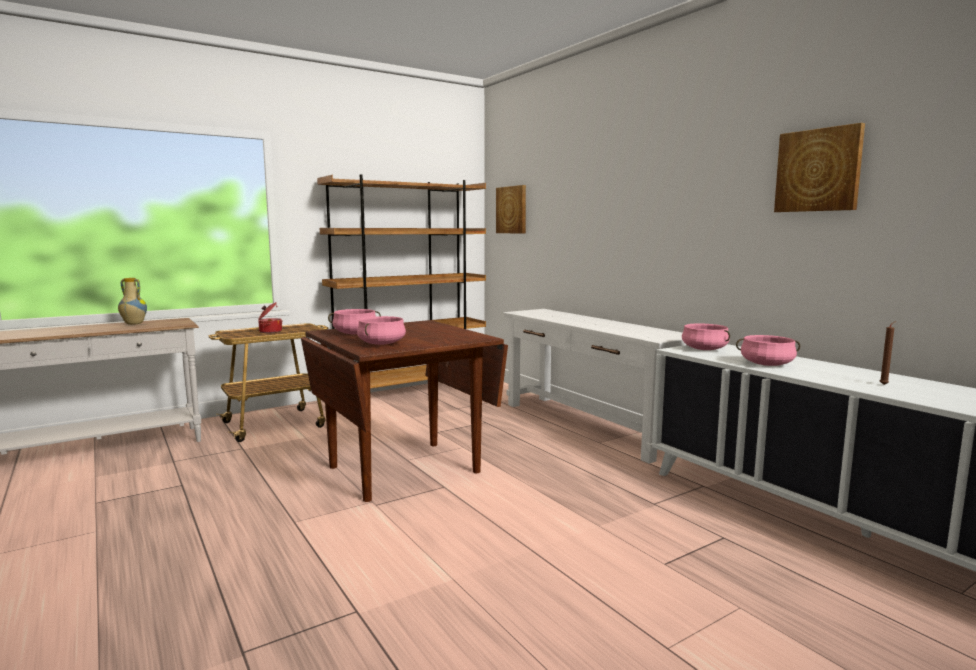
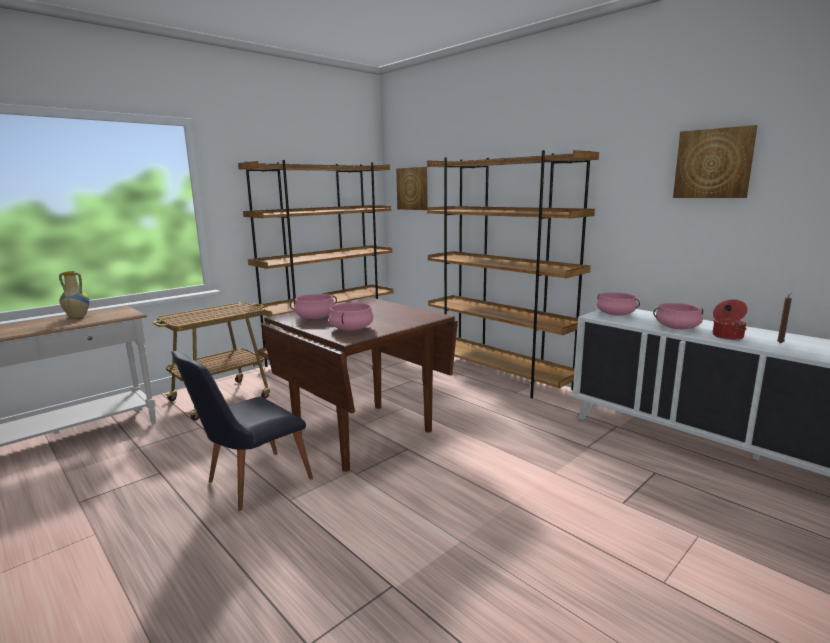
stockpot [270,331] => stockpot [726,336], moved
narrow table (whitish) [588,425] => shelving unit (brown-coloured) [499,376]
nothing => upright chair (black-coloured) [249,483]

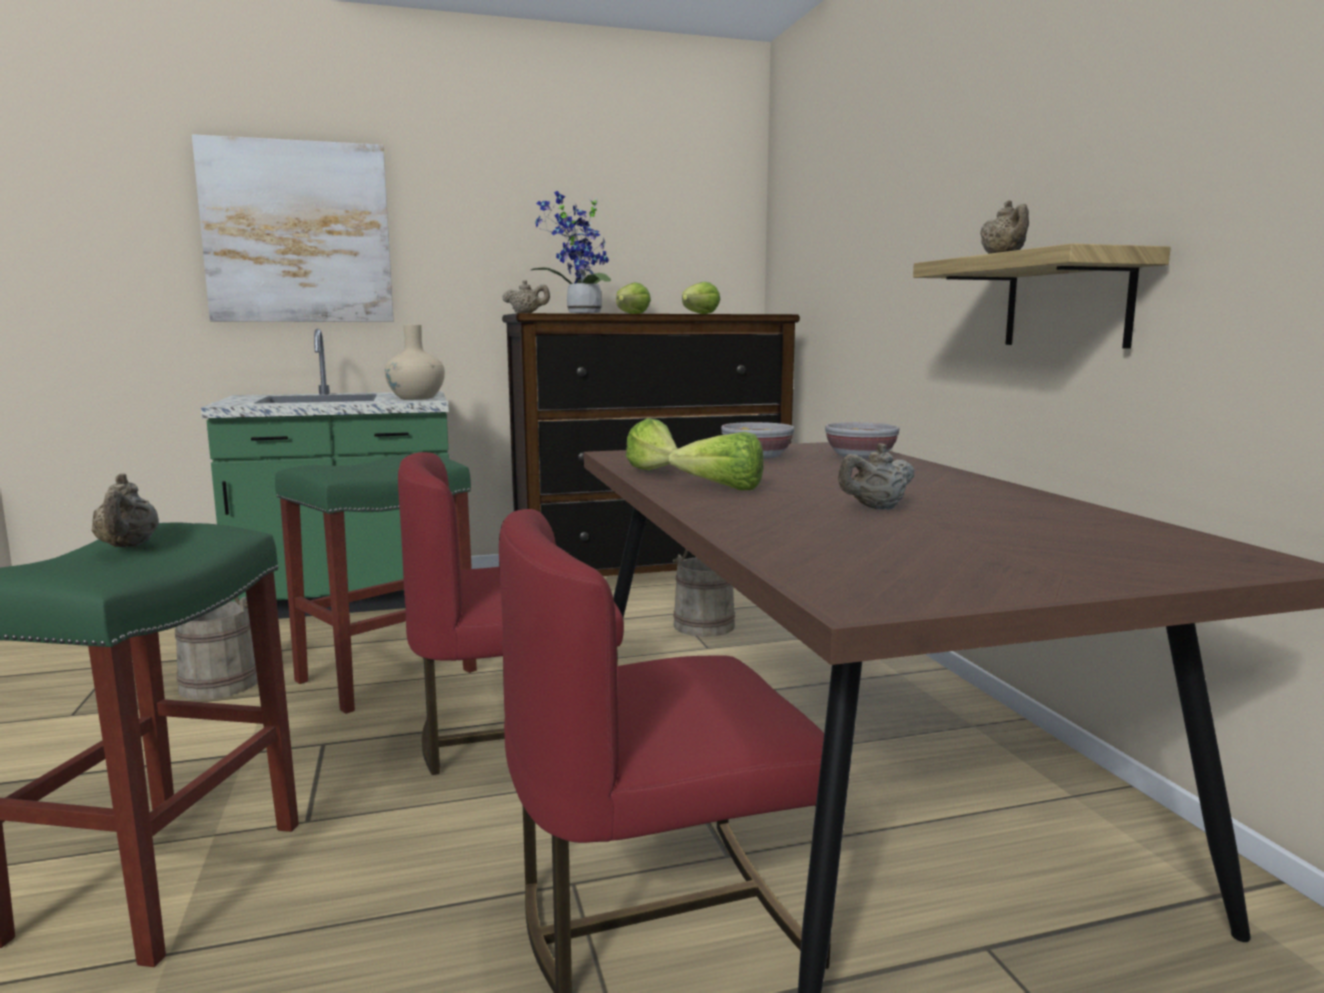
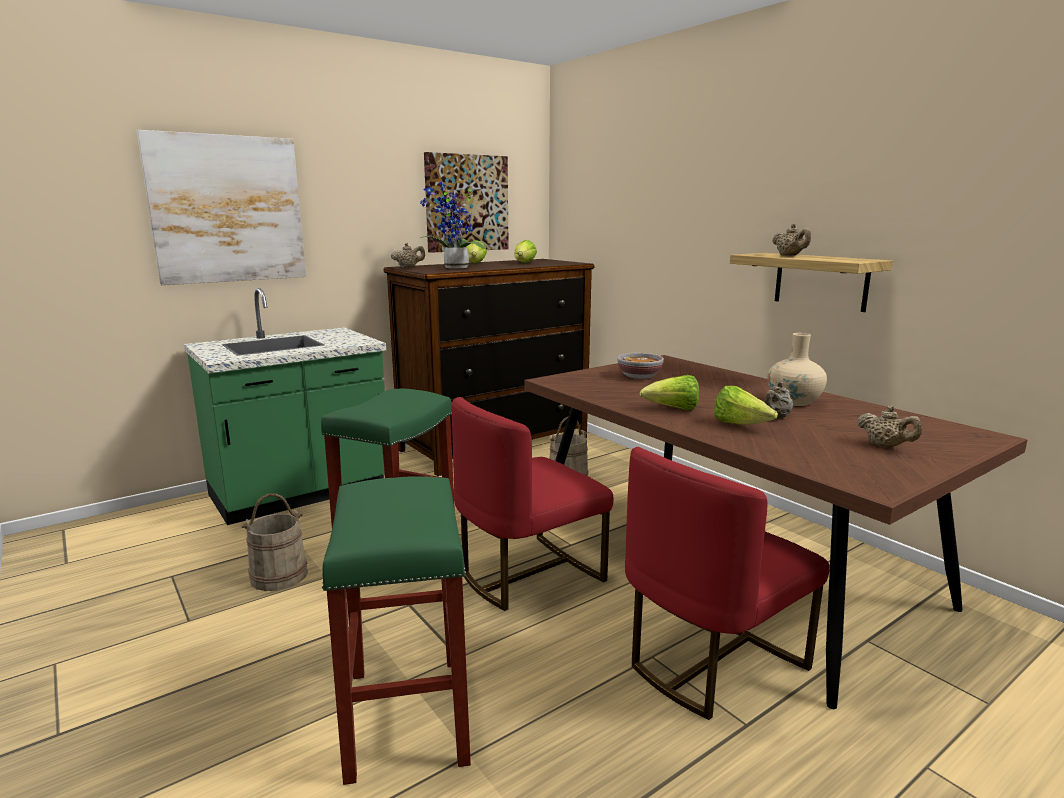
teapot (beige) [128,546] => teapot (beige) [885,446], moved
vase (beige) [416,398] => vase (beige) [794,402], moved
head of lettuce [655,472] => head of lettuce [740,425], moved
bowl [861,457] => nothing
nothing => wall picture [466,203]

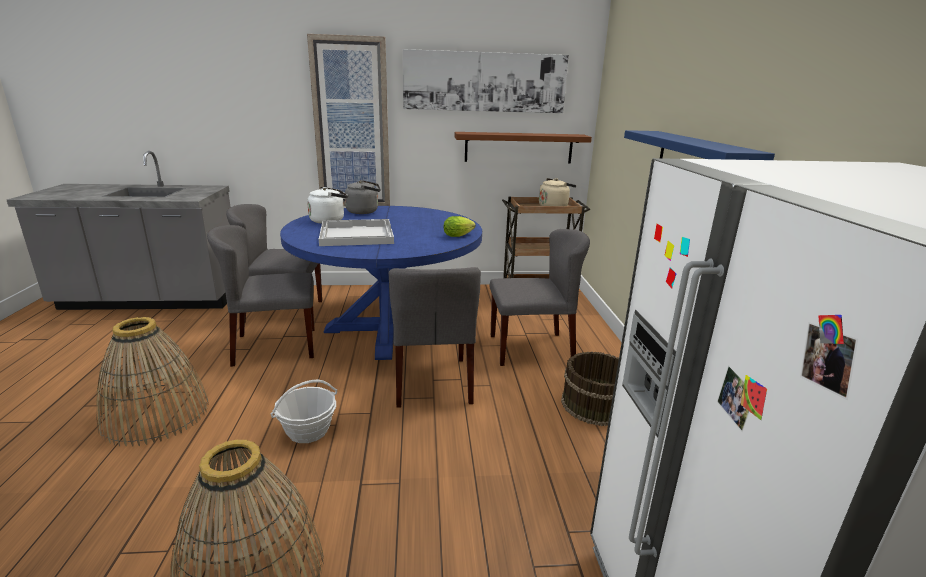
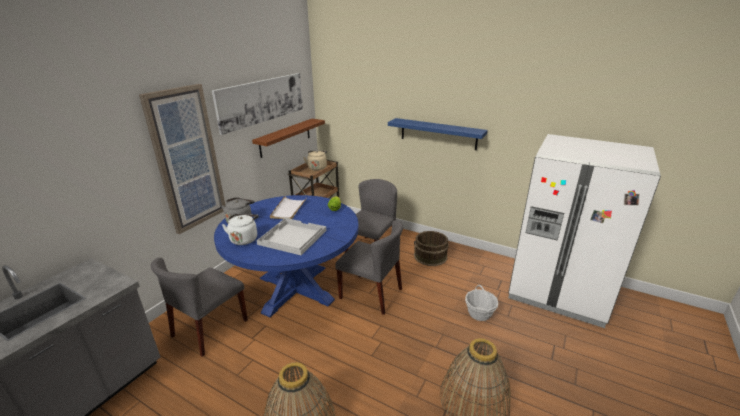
upright chair (grey) [274,346] => nothing
storage basket [308,431] => storage basket [479,313], moved
nothing => tray (whitish) [288,209]

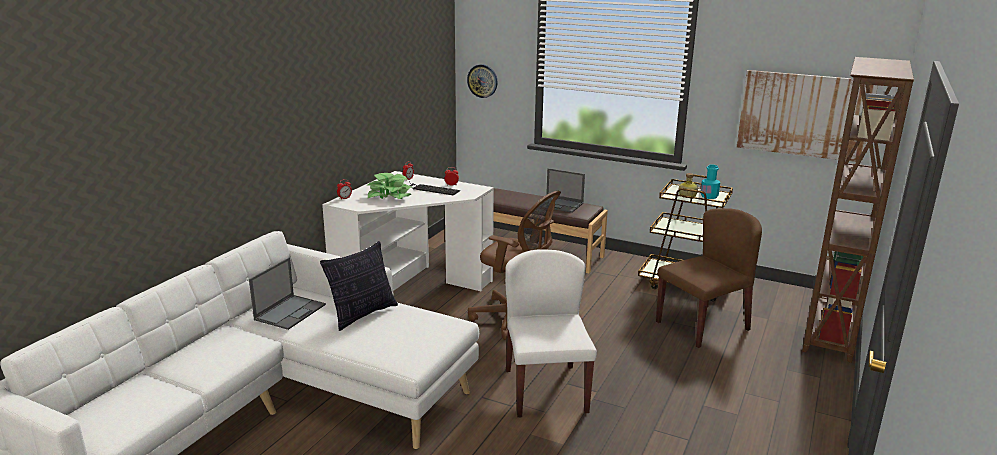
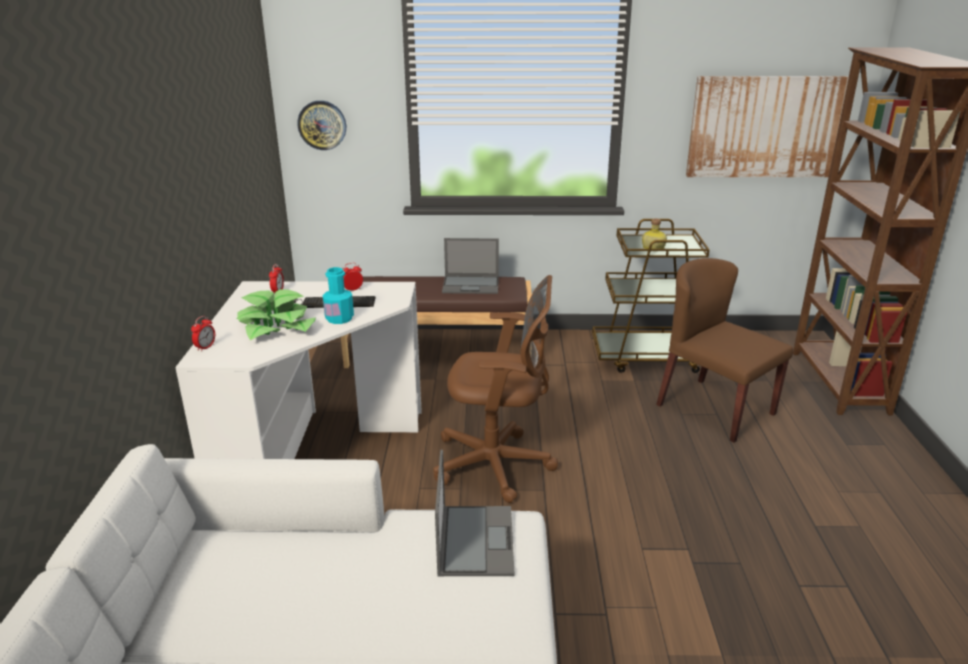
portable computer [290,312] => portable computer [475,539], moved
throw pillow [363,314] => nothing
upright chair (whitish) [545,390] => nothing
upright chair (brown-coloured) [702,325] => upright chair (brown-coloured) [714,409], 75 degrees counterclockwise
bottle (blue-green) [709,196] => bottle (blue-green) [339,318], moved

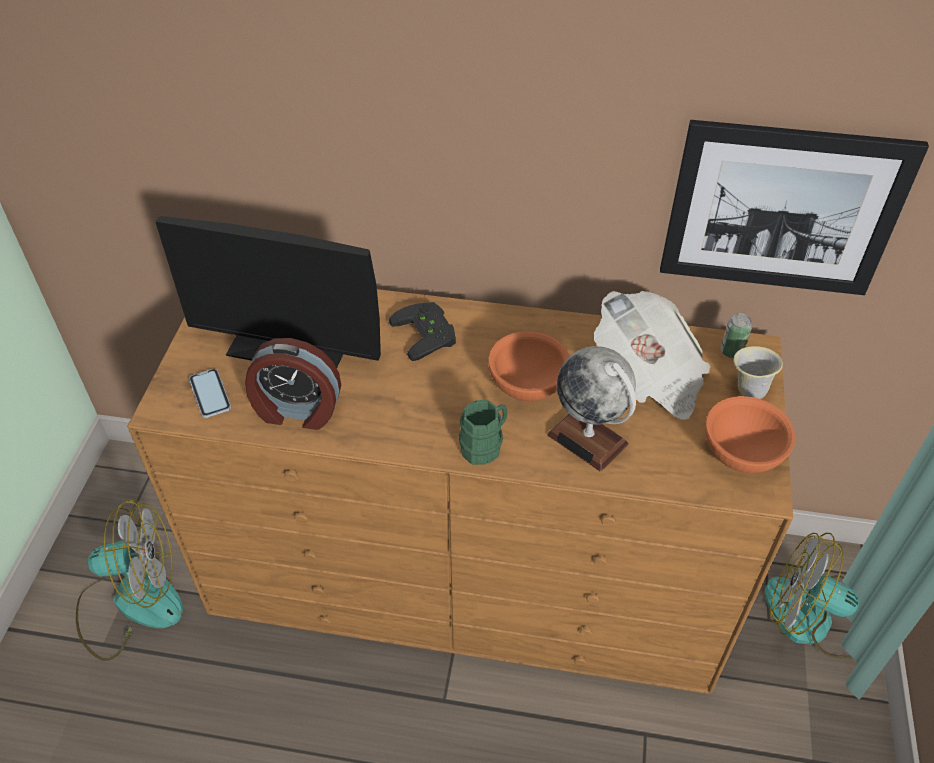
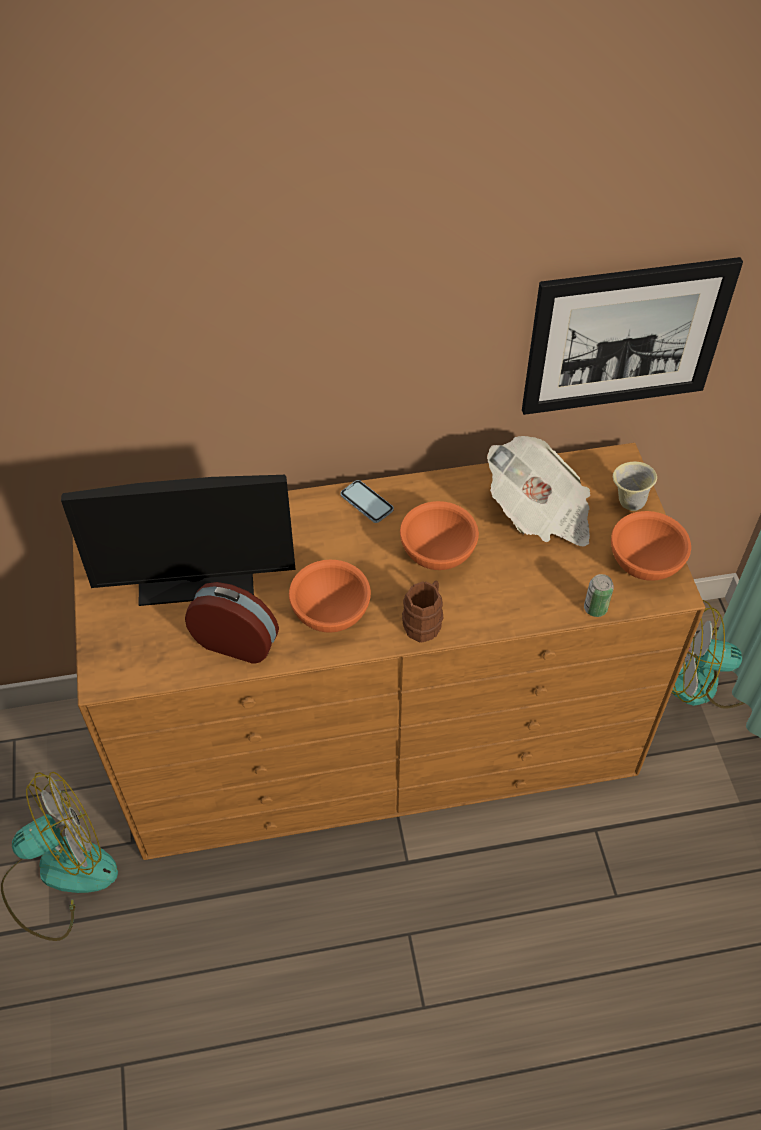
handset [210,394] => handset [366,502], moved
bedside clock [297,411] => bedside clock [237,640], 150 degrees counterclockwise
joypad (black-coloured) [428,333] => nothing
mug (green) [485,445] => mug (brown-coloured) [424,621]
desk globe [588,439] => nothing
can [731,351] => can [595,608], moved
nothing => bowl (orangey) [330,614]

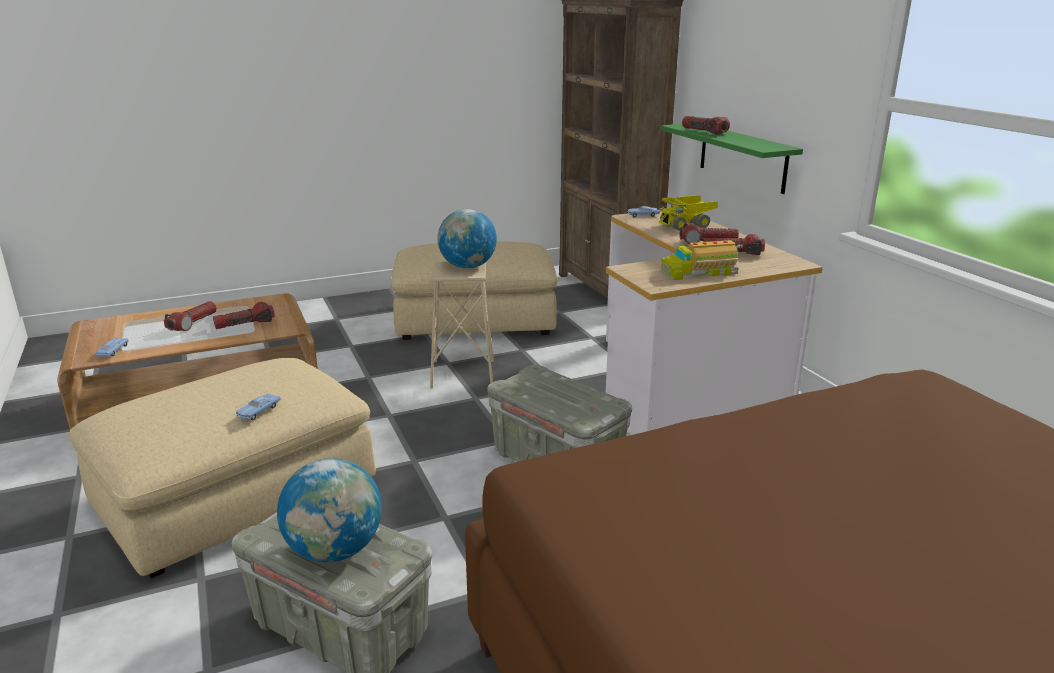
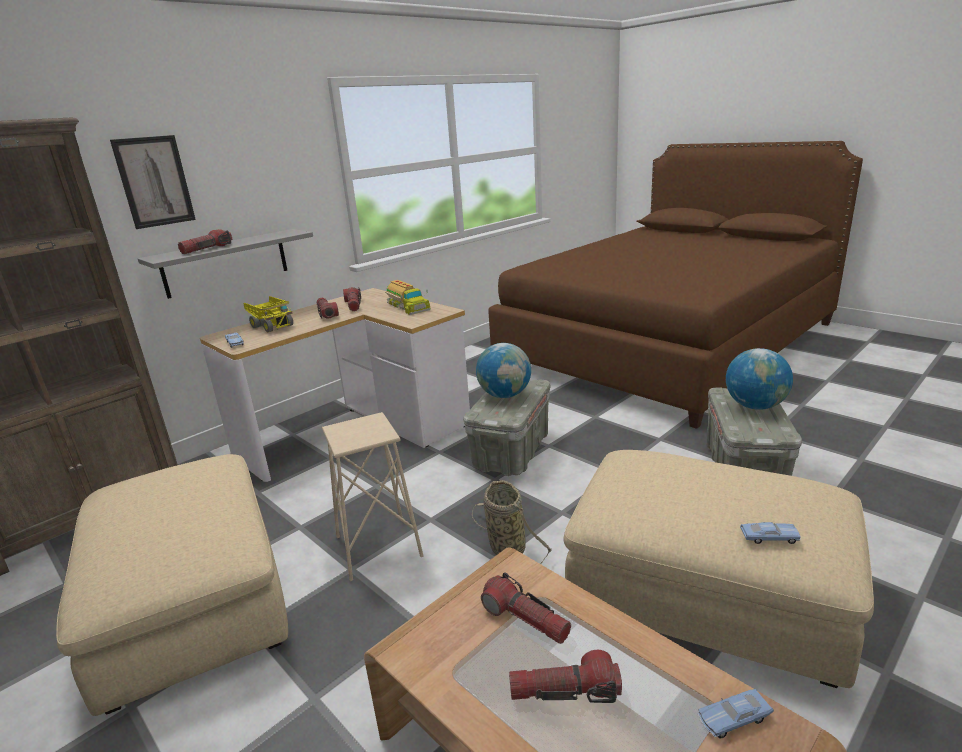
miniature car (blue) [259,411] => miniature car (blue) [769,538], moved
desk globe [467,267] => desk globe [505,395], moved
bracket shelf (green) [742,157] => bracket shelf (grey) [226,263]
nothing => wall picture [154,181]
nothing => storage basket [505,546]

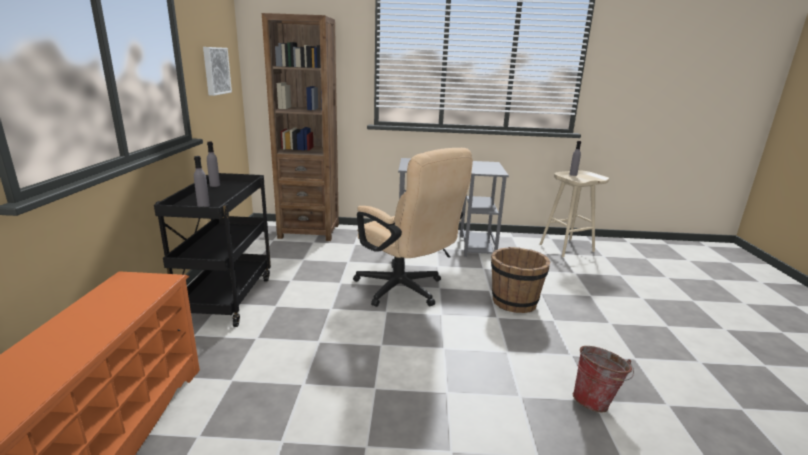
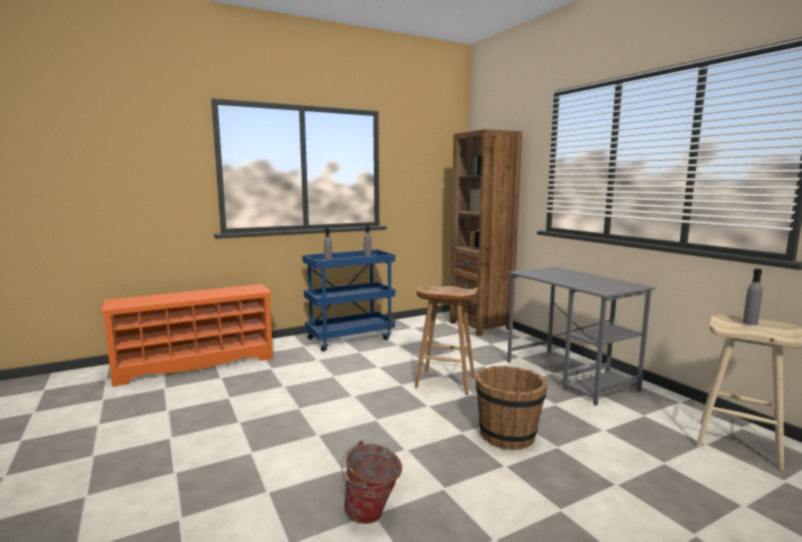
cart (black-coloured) [227,298] => cart (blue) [350,338]
wall picture [215,70] => nothing
desk chair (beige) [405,291] => stool seat (brown-coloured) [444,382]

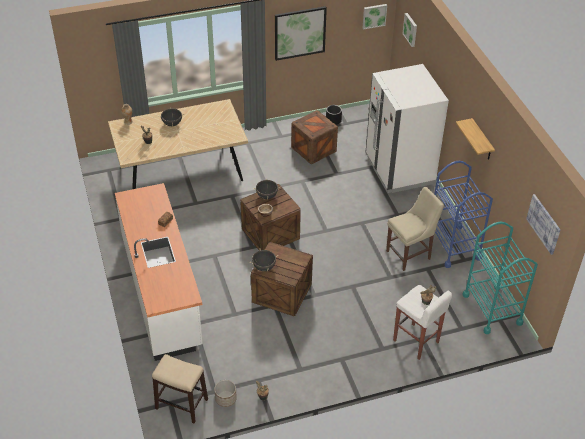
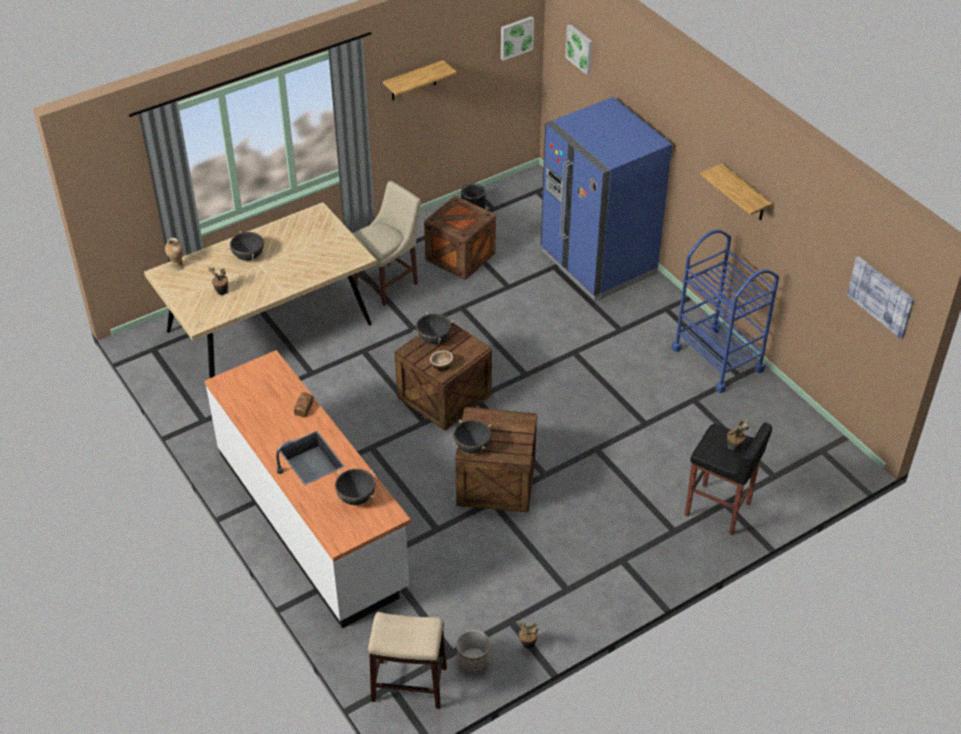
wall picture [300,33] => bracket shelf [413,81]
refrigerator (whitish) [399,169] => refrigerator (blue) [598,263]
upright chair (beige) [410,254] => upright chair (beige) [389,283], moved
stool seat (whitish) [416,342] => stool seat (black-coloured) [718,510]
cart (blue-green) [492,309] => nothing
nothing => stockpot (black-coloured) [356,498]

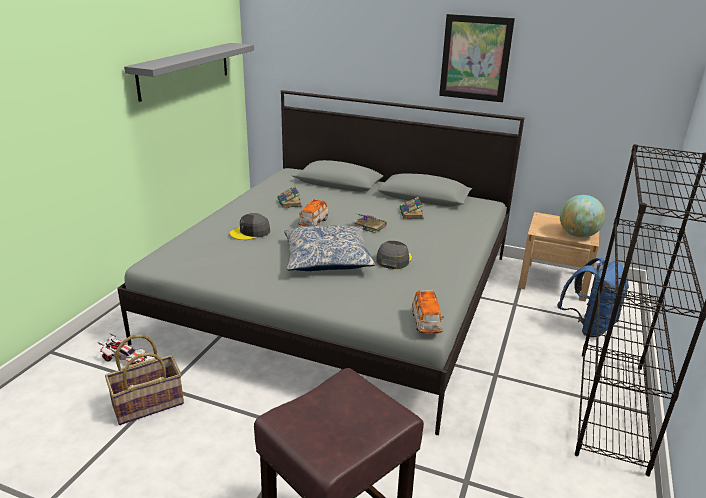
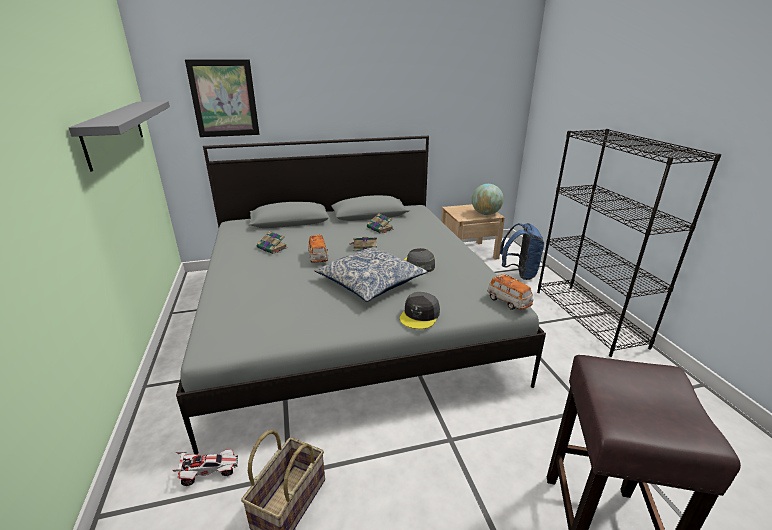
peaked cap (grey) [250,232] => peaked cap (grey) [420,315], moved
wall picture [475,58] => wall picture [224,99], moved

